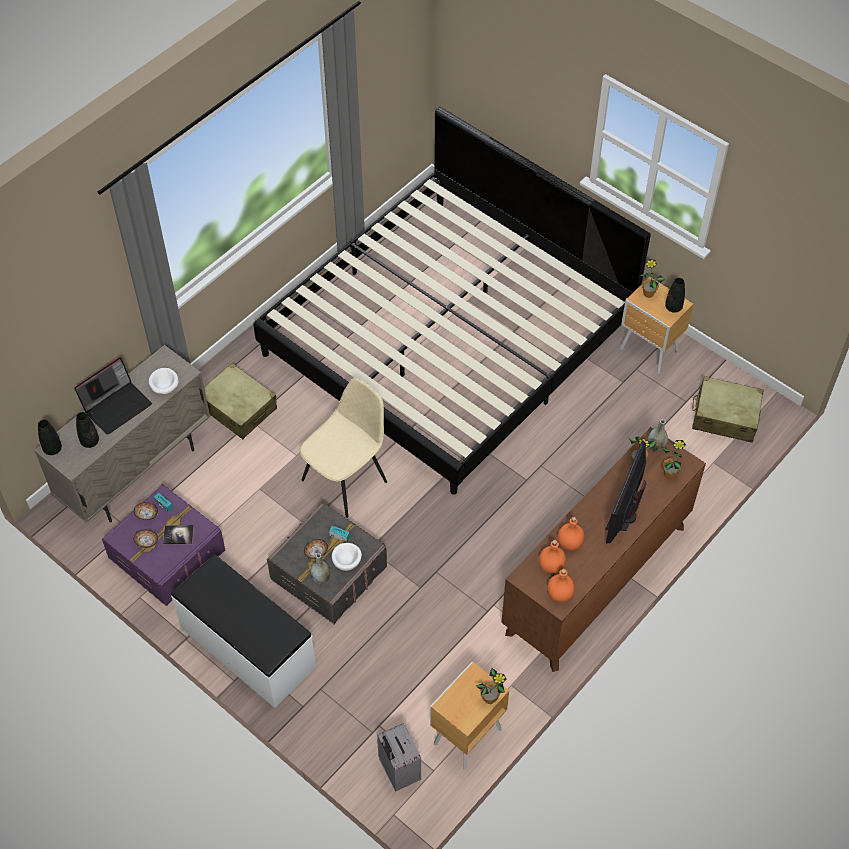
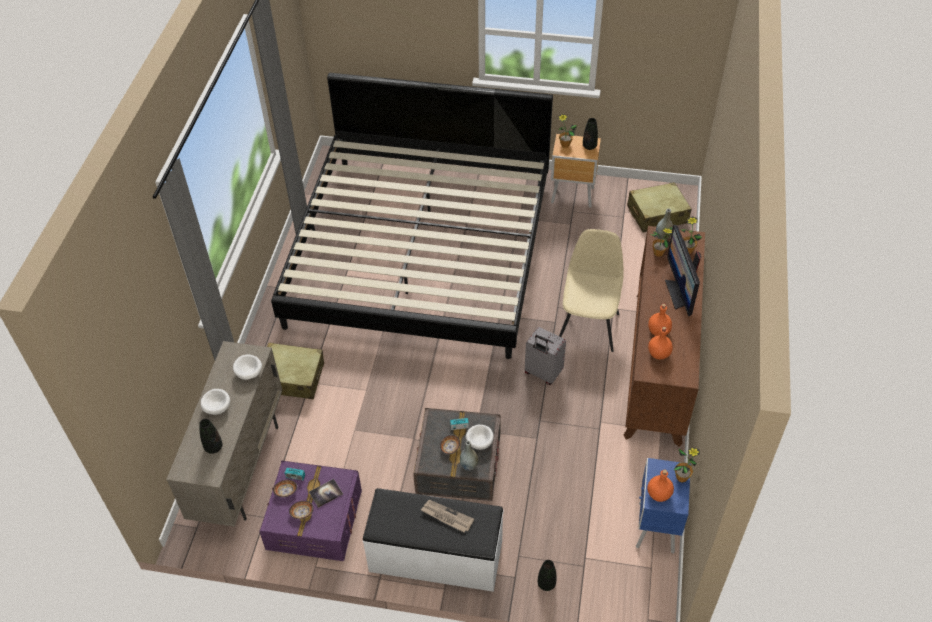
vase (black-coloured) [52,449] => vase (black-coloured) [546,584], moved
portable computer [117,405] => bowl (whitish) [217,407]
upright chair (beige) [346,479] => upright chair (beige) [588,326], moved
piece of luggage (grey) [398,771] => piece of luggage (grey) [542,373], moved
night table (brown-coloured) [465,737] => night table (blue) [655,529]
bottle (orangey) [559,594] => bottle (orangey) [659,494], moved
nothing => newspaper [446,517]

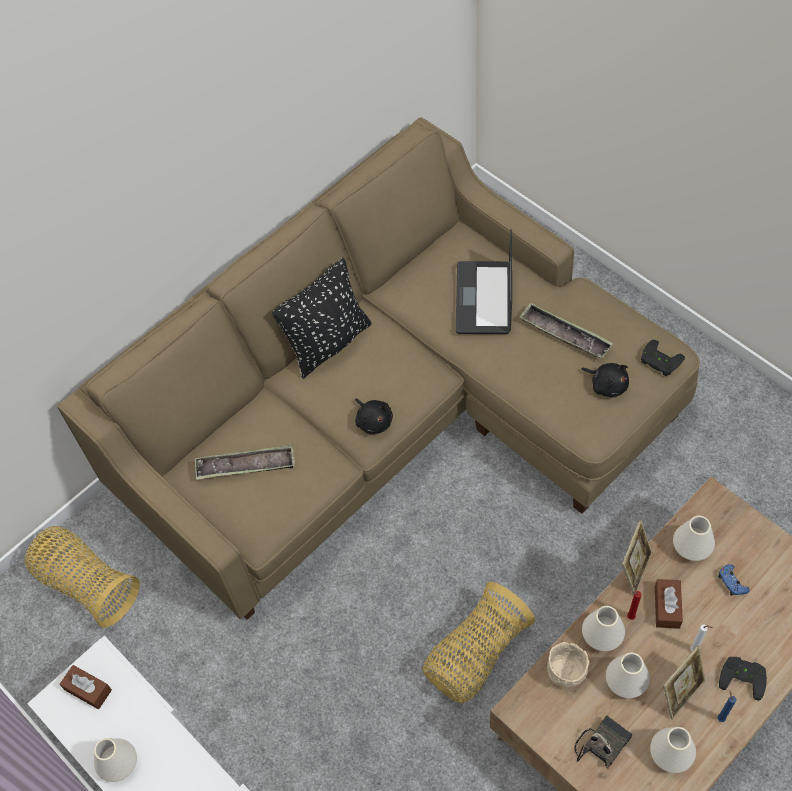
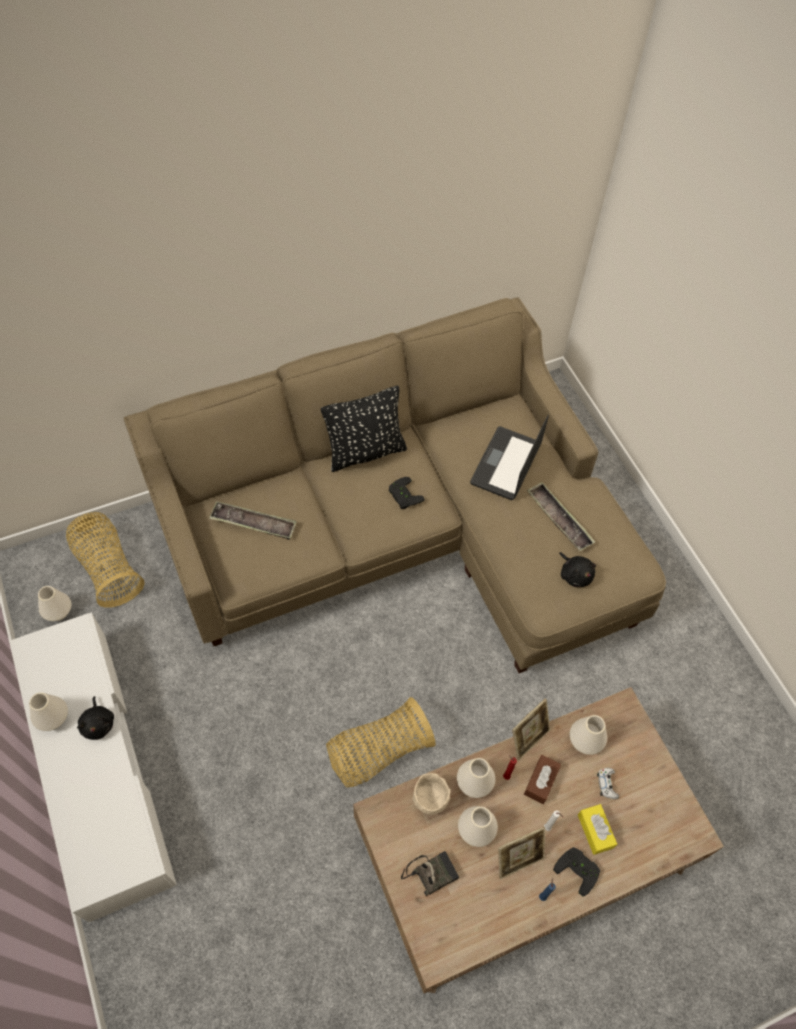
box of tissues (brown-coloured) [88,690] => nothing
cuddly toy (black-coloured) [373,421] => cuddly toy (black-coloured) [98,723], moved
joypad (black-coloured) [659,361] => joypad (black-coloured) [403,496], moved
vase (whitish) [670,754] => vase (whitish) [58,611], moved
joypad (blue) [732,582] => joypad (whitish) [607,784]
nothing => box of tissues (yellow-coloured) [595,831]

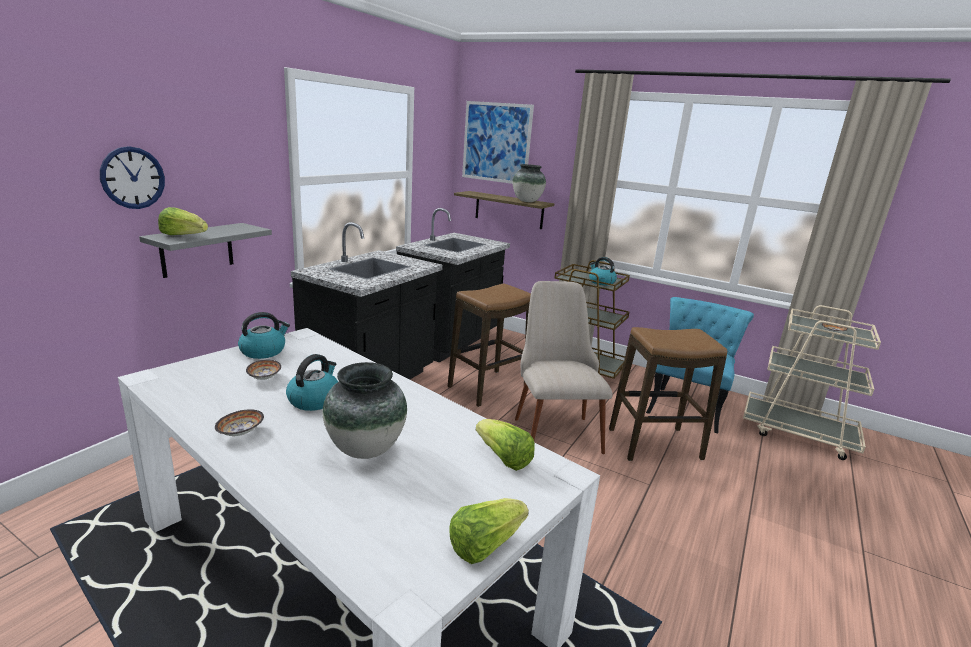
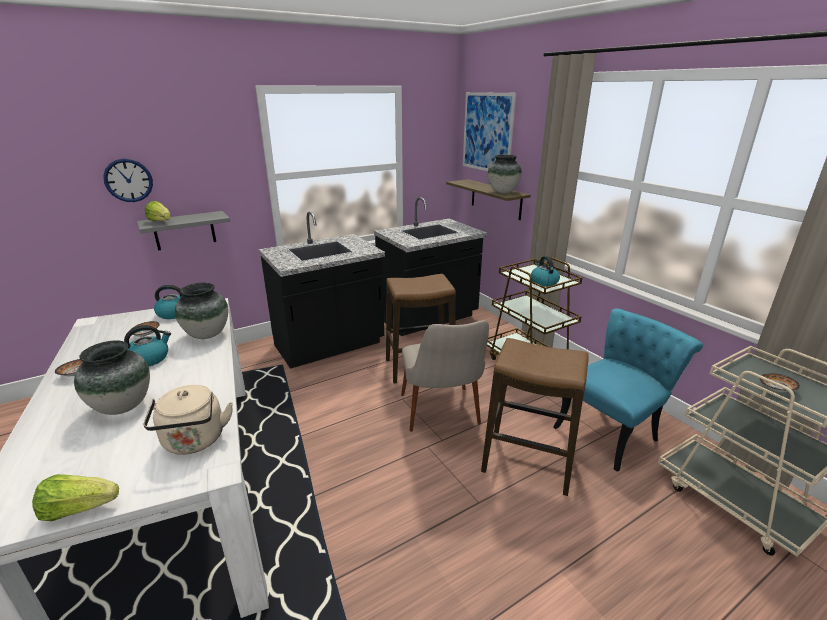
head of lettuce [503,458] => water kettle (beige) [194,442]
upright chair (beige) [553,426] => upright chair (beige) [442,418], 150 degrees clockwise
nothing => vase [207,335]

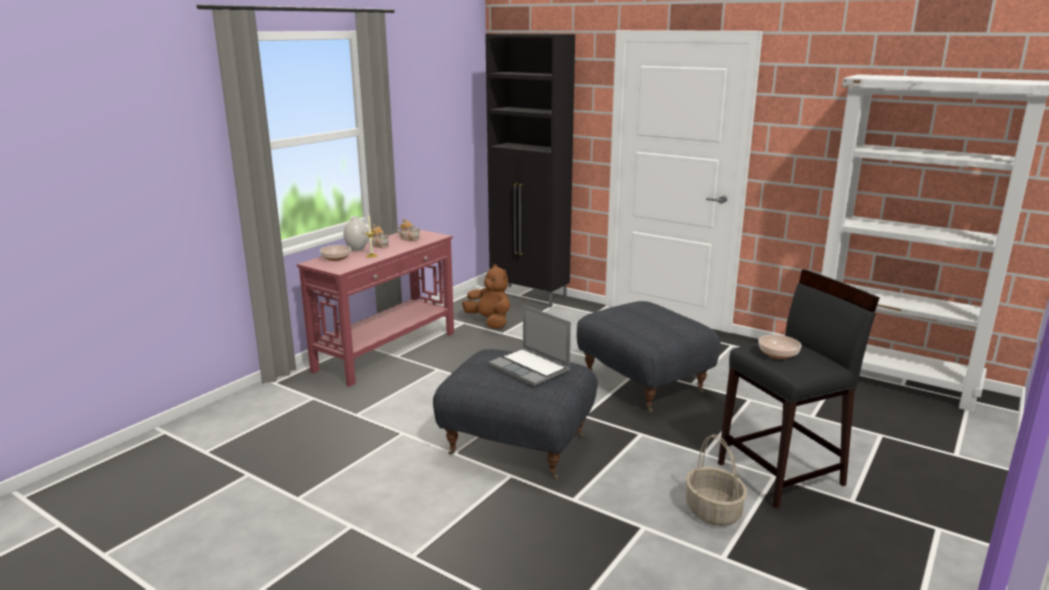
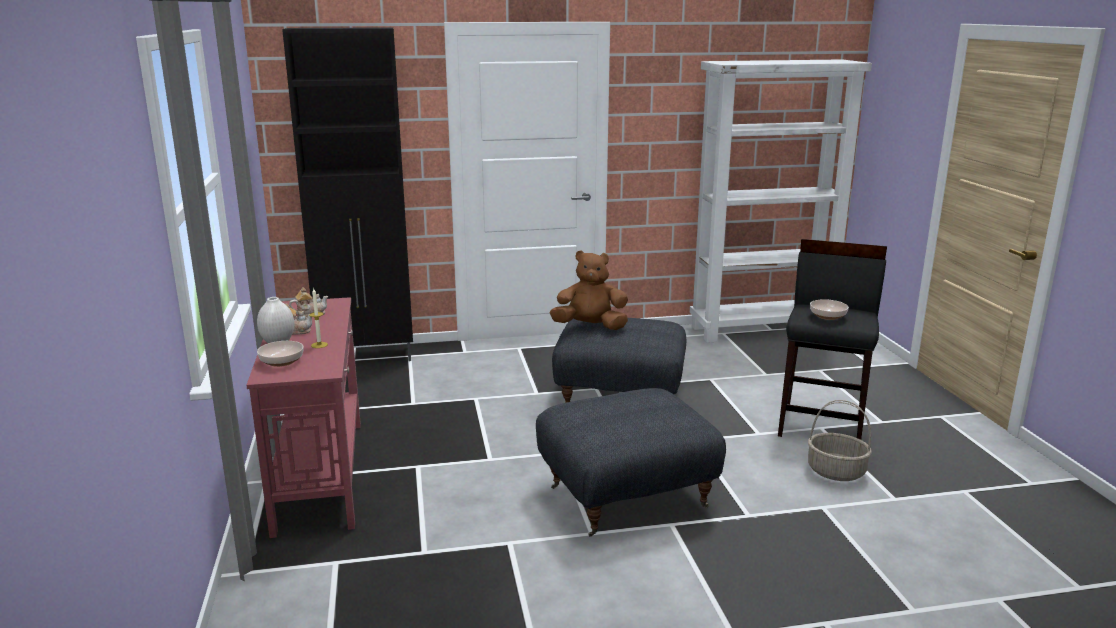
cuddly toy (brown-coloured) [490,322] => cuddly toy (brown-coloured) [590,327], moved
portable computer [531,368] => nothing

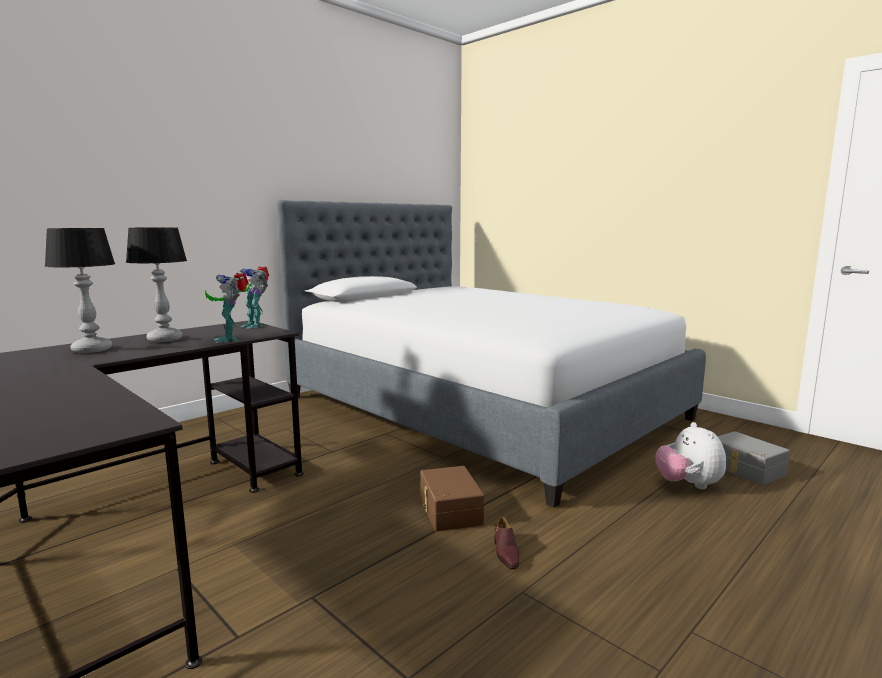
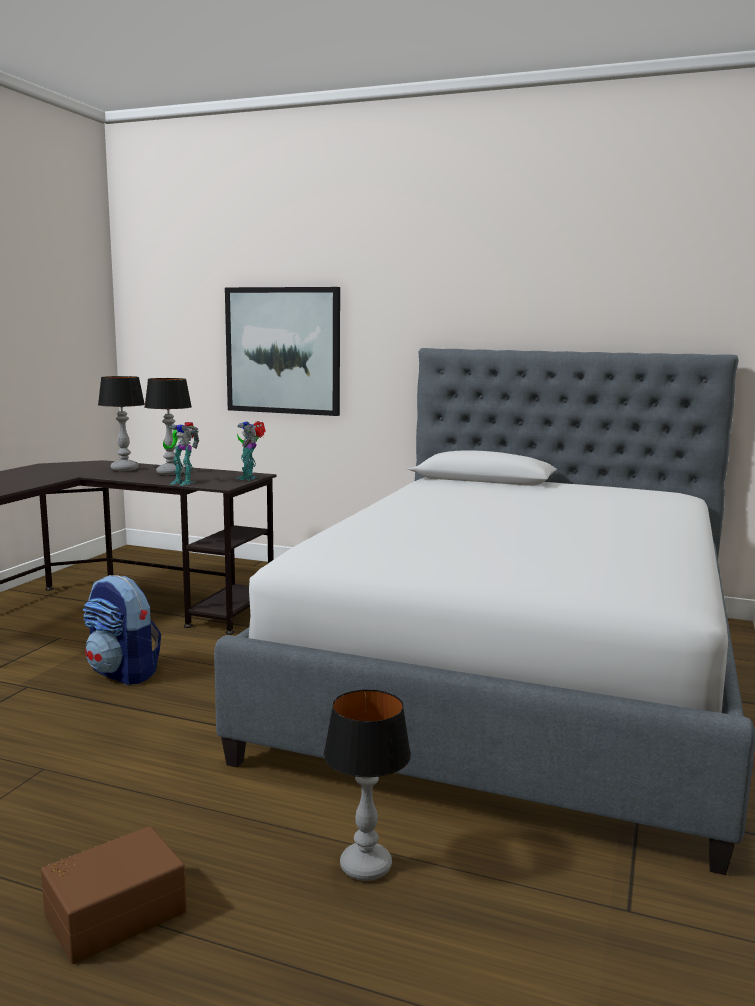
toy robot [230,339] => toy robot [182,482], 105 degrees counterclockwise
storage container (brown-coloured) [449,511] => storage container (brown-coloured) [114,911], moved
low shoe (brown-coloured) [505,553] => nothing
cuddly toy [688,485] => lamp for a table [365,867]
storage container (grey) [745,469] => nothing
nothing => backpack [123,673]
nothing => wall picture [283,351]

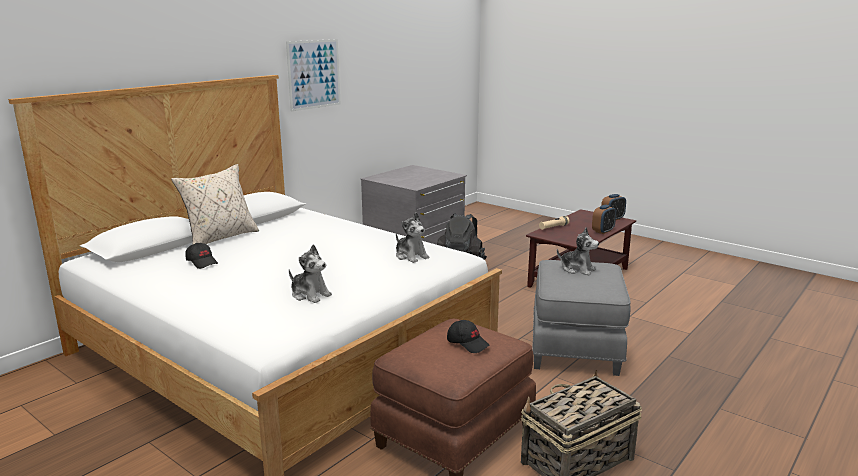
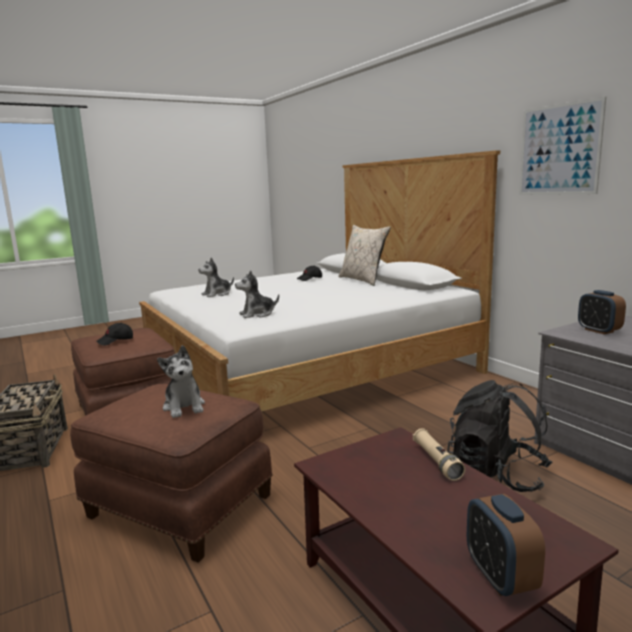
footrest (grey) [576,346] => footrest (brown-coloured) [178,507]
cuddly toy [577,269] => cuddly toy [184,407], 75 degrees counterclockwise
bedside clock [603,231] => bedside clock [599,330], moved

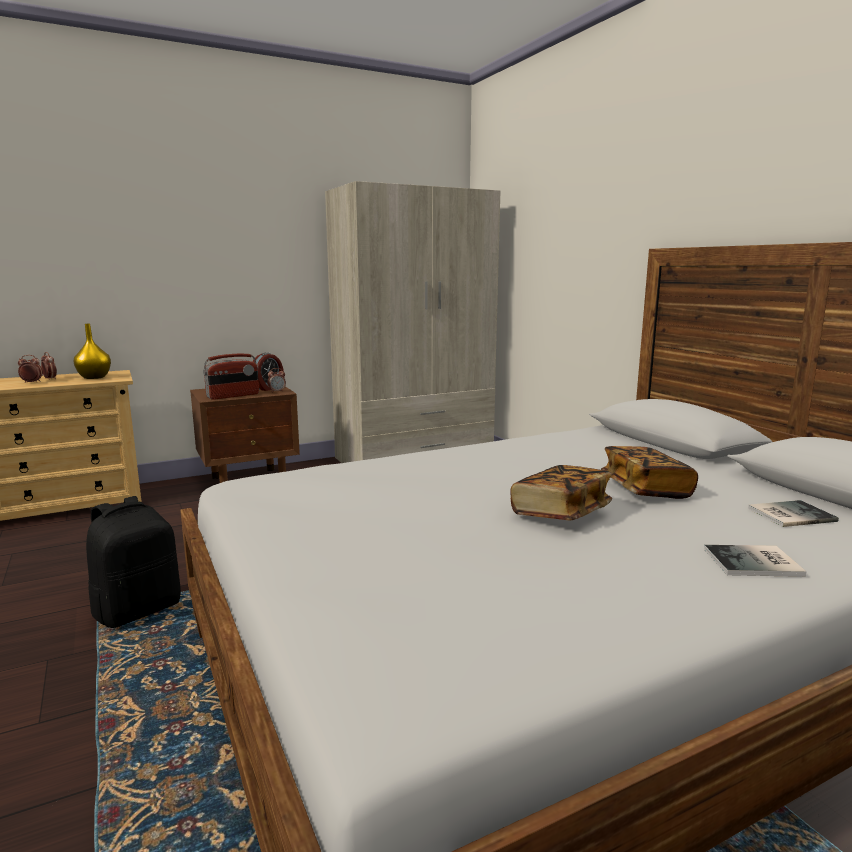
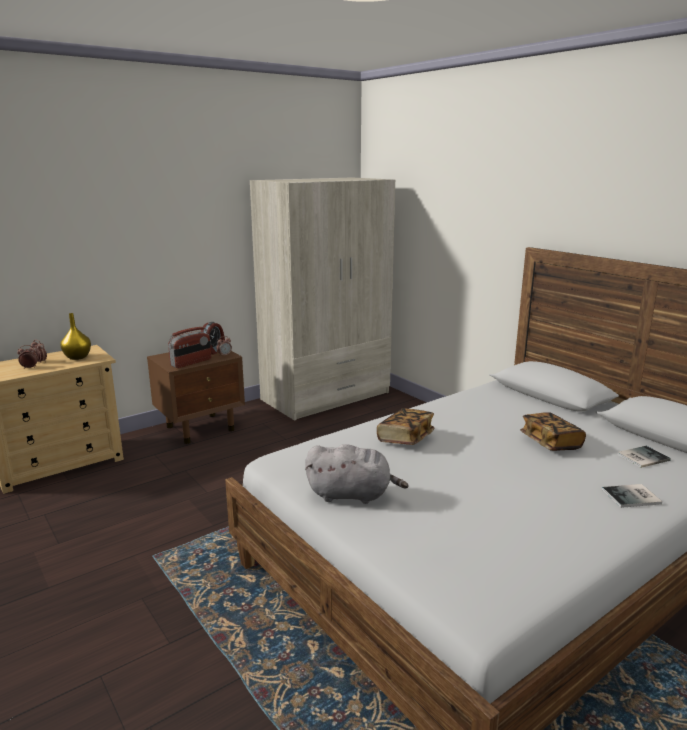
backpack (black-coloured) [138,610] => nothing
volume [560,513] => volume [405,438], moved
nothing => cuddly toy (grey) [352,495]

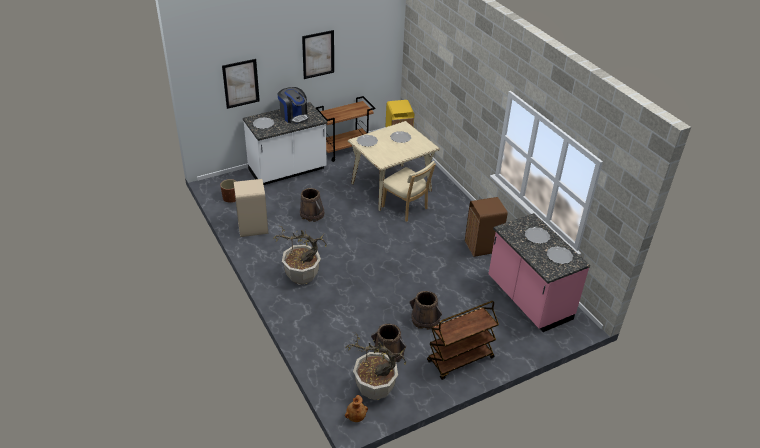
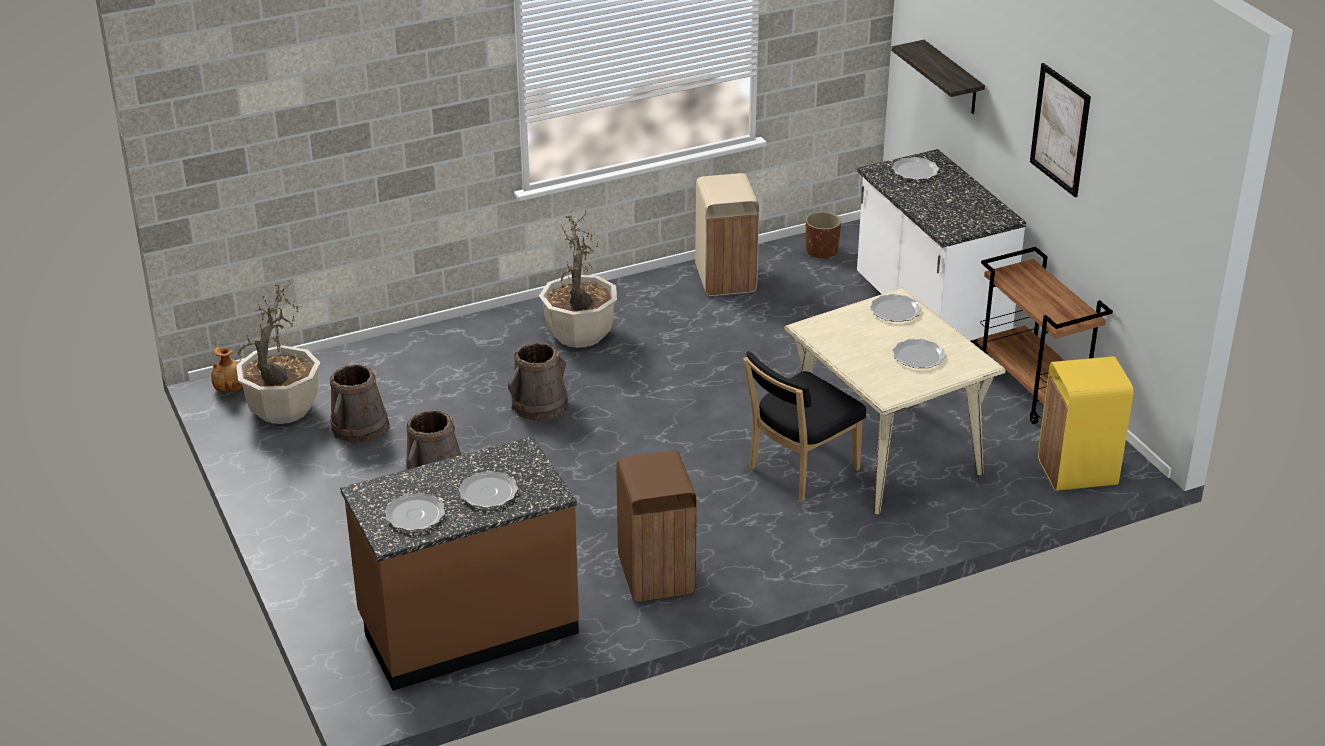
wall picture [241,83] => bracket shelf [952,78]
coffee brewer [294,116] => nothing
pail (brown-coloured) [312,214] => pail (brown-coloured) [540,405], moved
upright chair (beige) [406,209] => upright chair (black-coloured) [799,471]
cart (brown-coloured) [460,360] => nothing
kitchen base unit (pinkish) [528,299] => kitchen base unit (brown-coloured) [468,627]

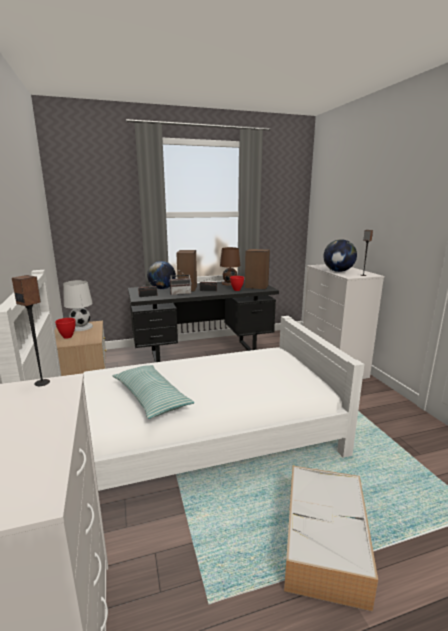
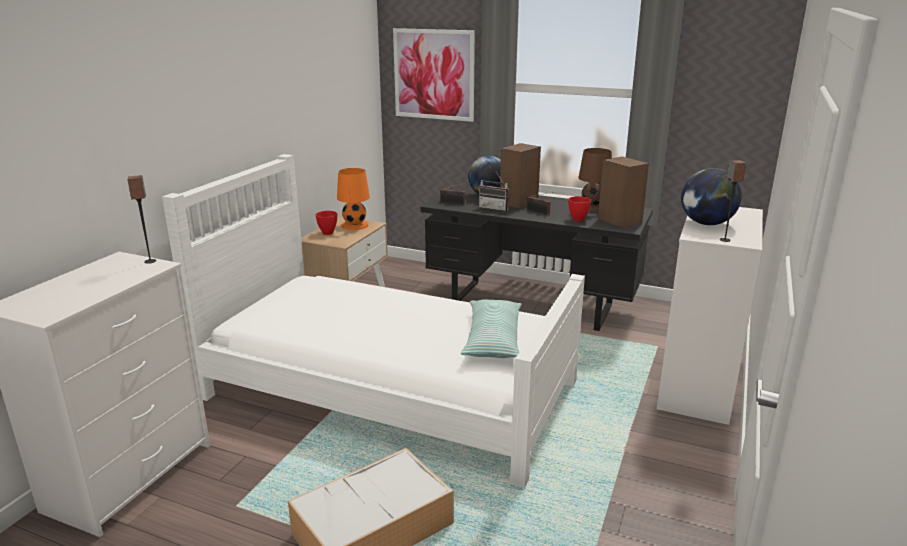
lamp for a table (whitish) [81,327] => lamp for a table (orangey) [355,225]
throw pillow [151,398] => throw pillow [493,339], moved
nothing => wall picture [434,74]

